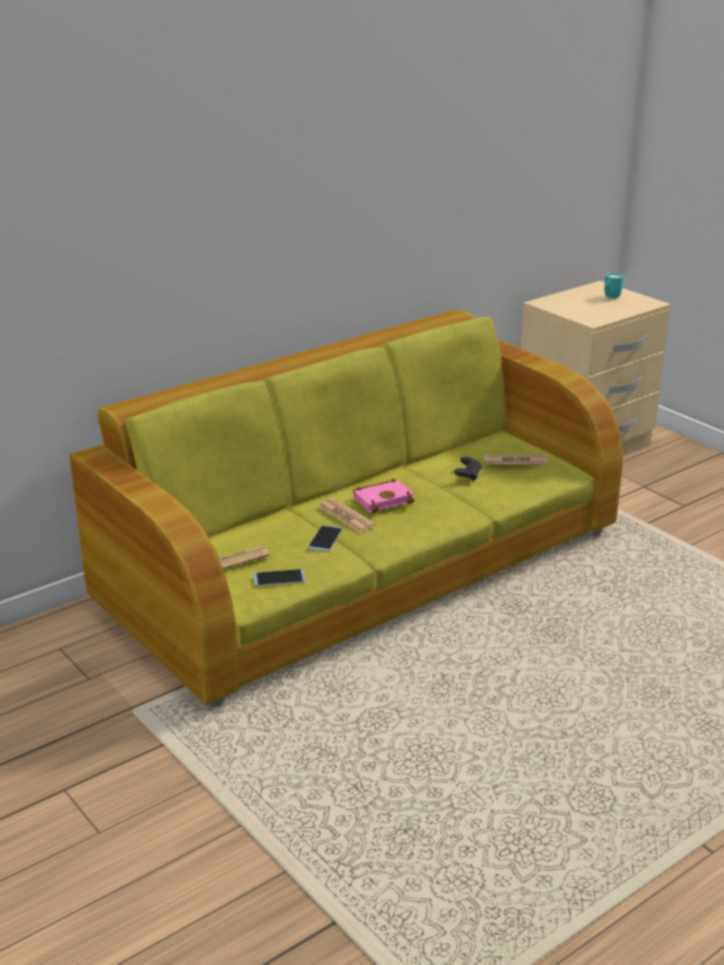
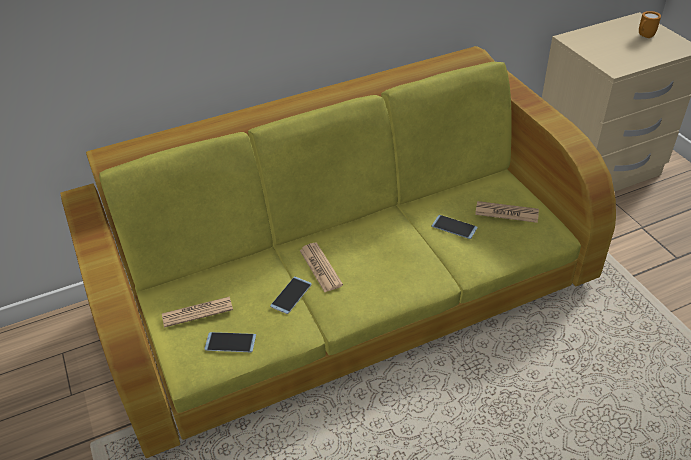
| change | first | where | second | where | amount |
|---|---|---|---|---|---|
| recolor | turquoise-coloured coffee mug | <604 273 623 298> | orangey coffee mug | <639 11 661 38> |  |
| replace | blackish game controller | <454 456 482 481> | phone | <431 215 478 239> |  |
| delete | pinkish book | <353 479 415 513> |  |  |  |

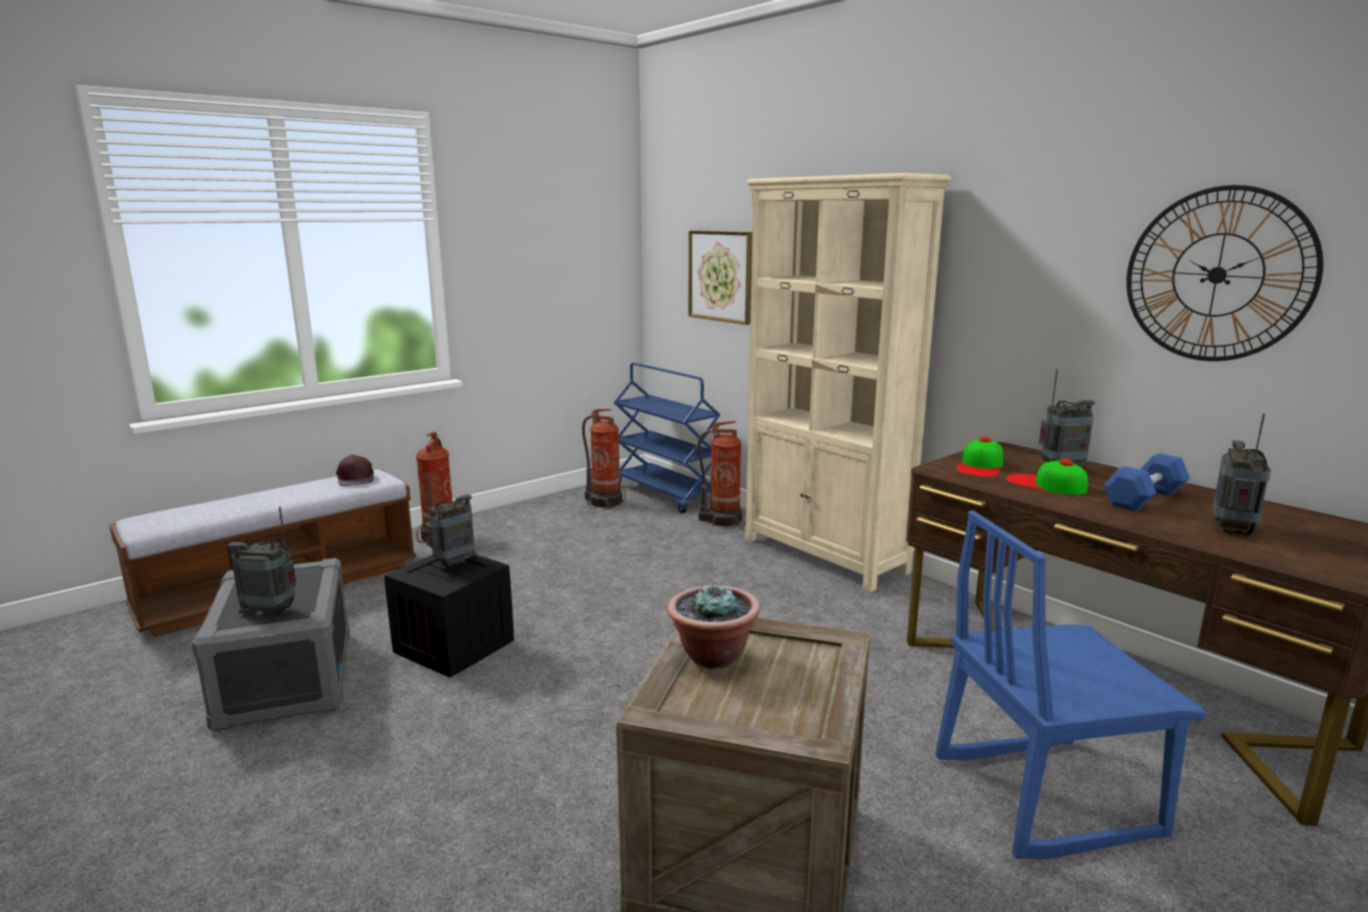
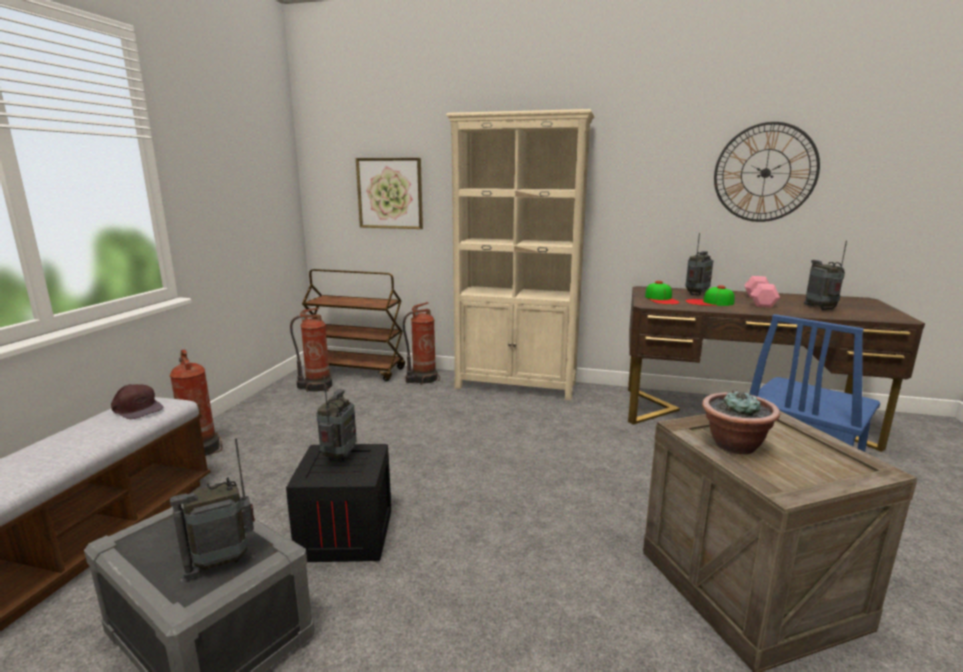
| change | first | where | second | where | amount |
|---|---|---|---|---|---|
| recolor | blue cart | <613 363 721 513> | brown cart | <302 269 405 381> |  |
| recolor | blue hand weight | <1104 453 1190 511> | pinkish hand weight | <744 276 780 308> |  |

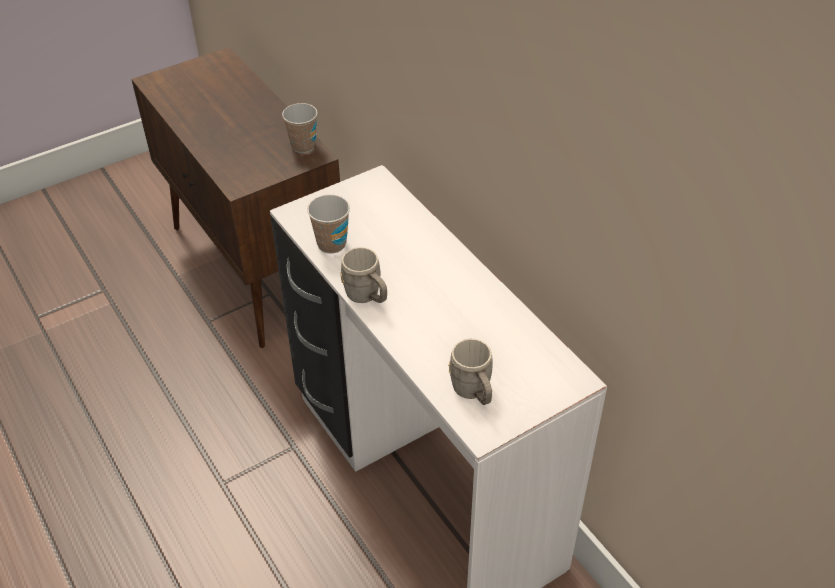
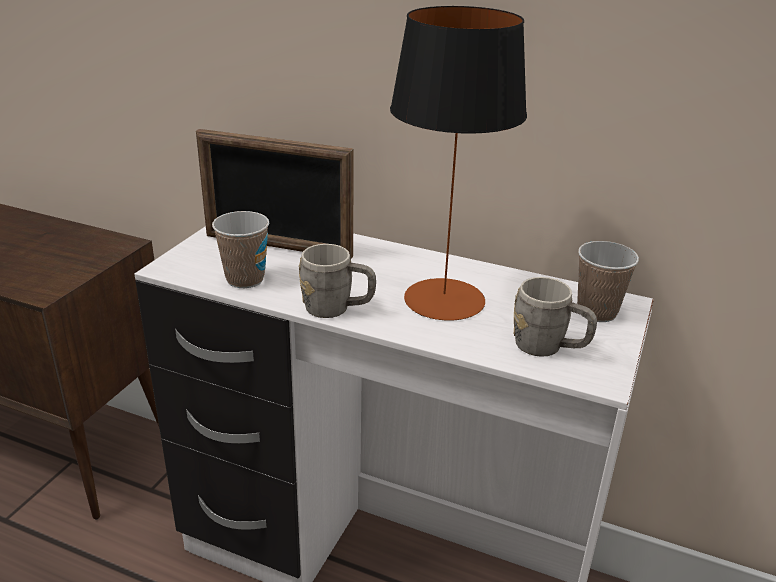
| change | first | where | second | where | amount |
|---|---|---|---|---|---|
| move | small cup | <282 103 318 153> |  | <577 241 639 322> |  |
| insert |  |  | tabletop lamp | <390 6 527 321> |  |
| insert |  |  | standing frame | <196 129 354 259> |  |

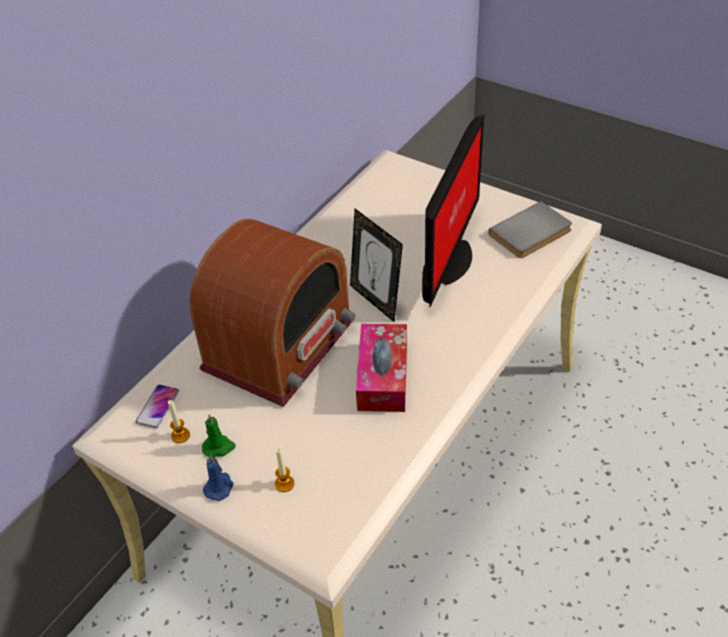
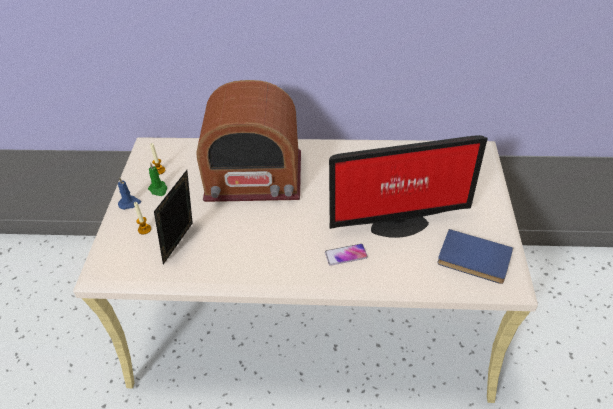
| change | first | where | second | where | amount |
|---|---|---|---|---|---|
| recolor | greyish book | <488 201 572 258> | blue book | <437 229 513 284> |  |
| move | standing frame | <350 209 403 323> |  | <154 170 193 264> |  |
| delete | tissue holder | <356 324 407 412> |  |  |  |
| move | phone | <136 385 179 429> |  | <325 244 368 266> |  |

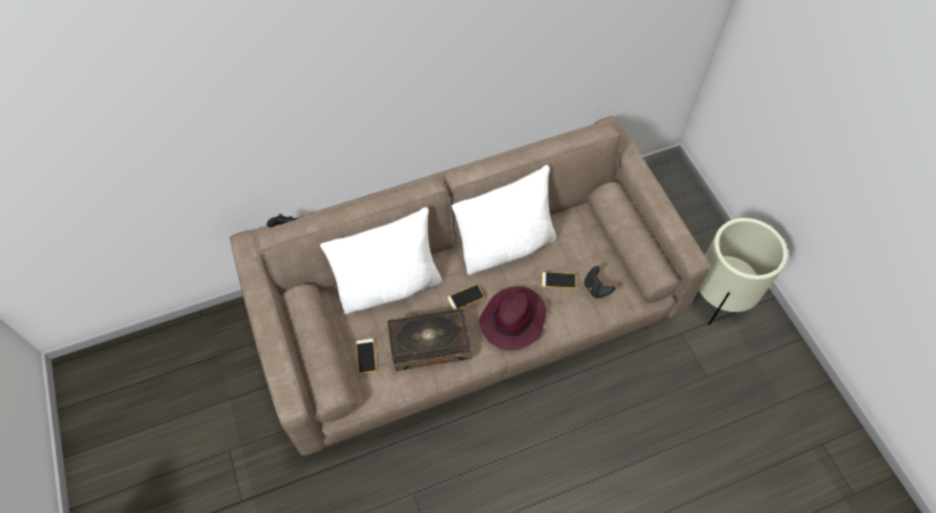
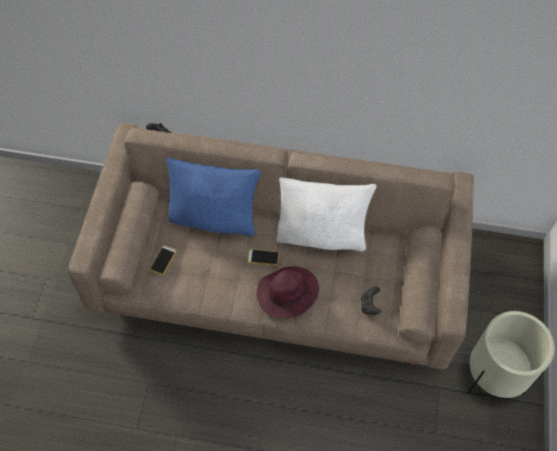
| change | first | where | second | where | amount |
|---|---|---|---|---|---|
| recolor | whitish pillow | <320 207 442 314> | blue pillow | <166 158 261 237> |  |
| delete | phone | <542 272 576 289> |  |  |  |
| delete | book | <388 309 472 372> |  |  |  |

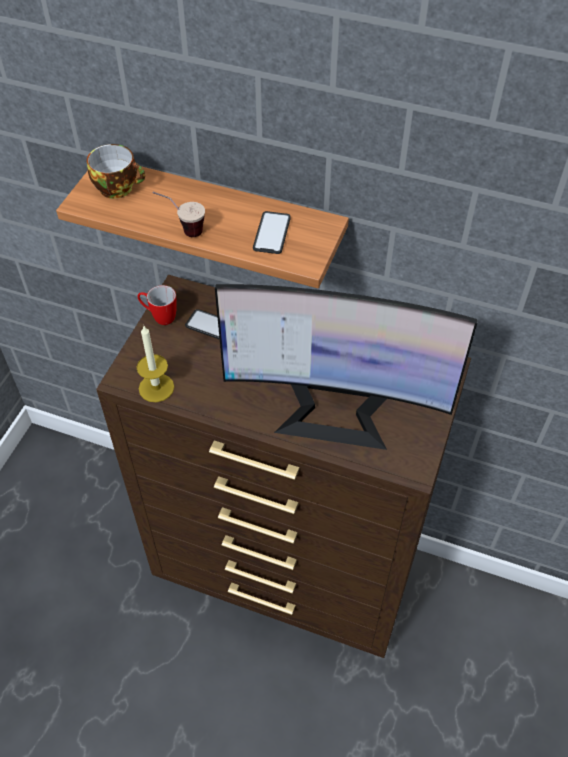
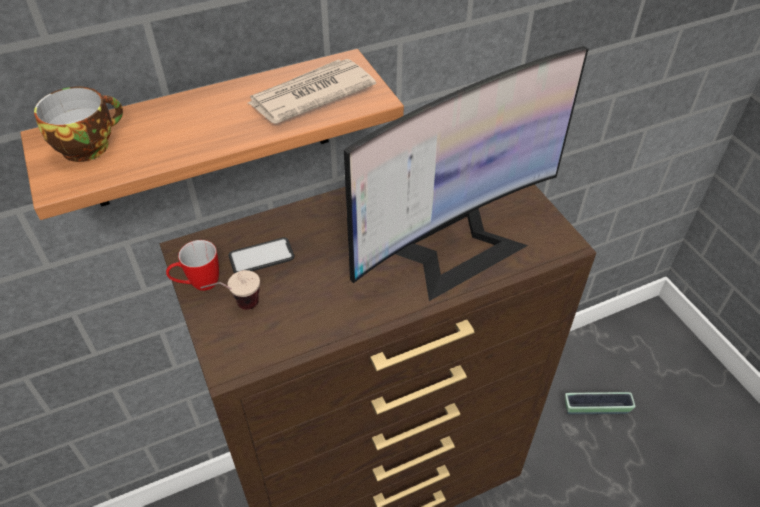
| change | first | where | second | where | amount |
|---|---|---|---|---|---|
| move | small cup | <153 192 205 237> |  | <200 270 260 310> |  |
| replace | phone | <253 211 291 254> | newspaper | <248 59 376 124> |  |
| delete | wax candle | <136 326 174 402> |  |  |  |
| insert |  |  | plant pot | <565 392 635 414> |  |

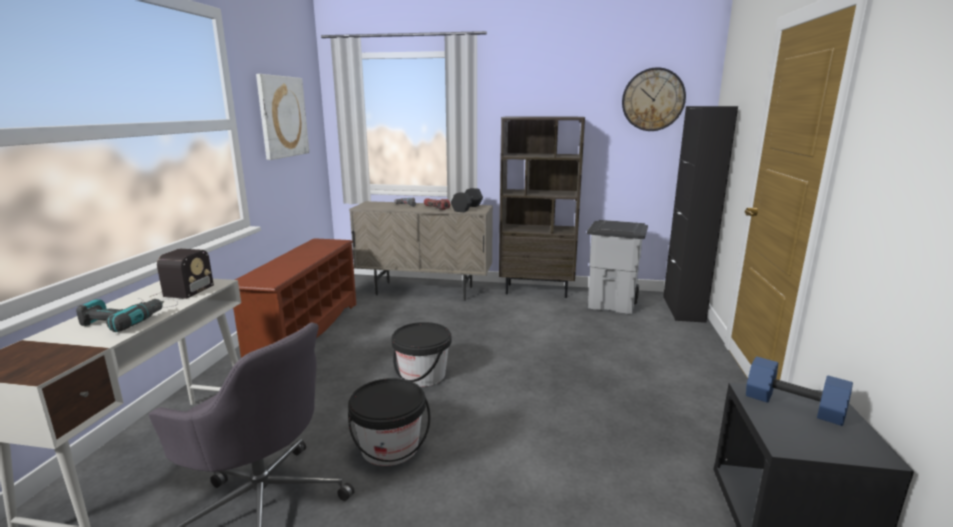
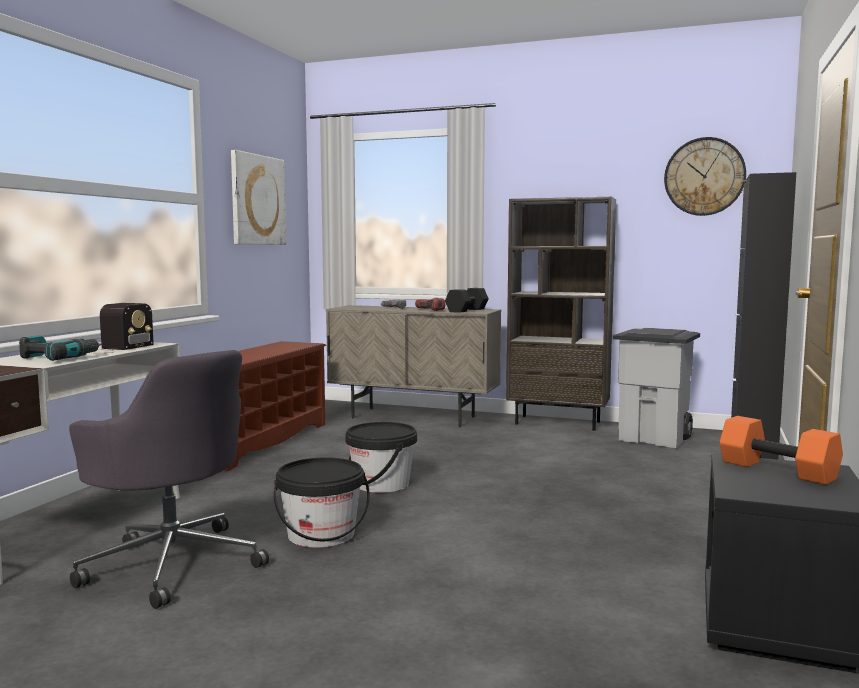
| change | first | where | second | where | amount |
|---|---|---|---|---|---|
| recolor | blue hand weight | <746 356 853 426> | orangey hand weight | <719 416 843 485> |  |

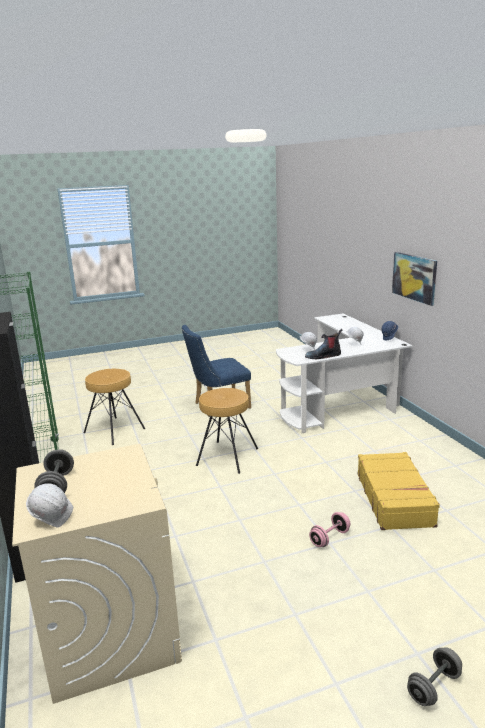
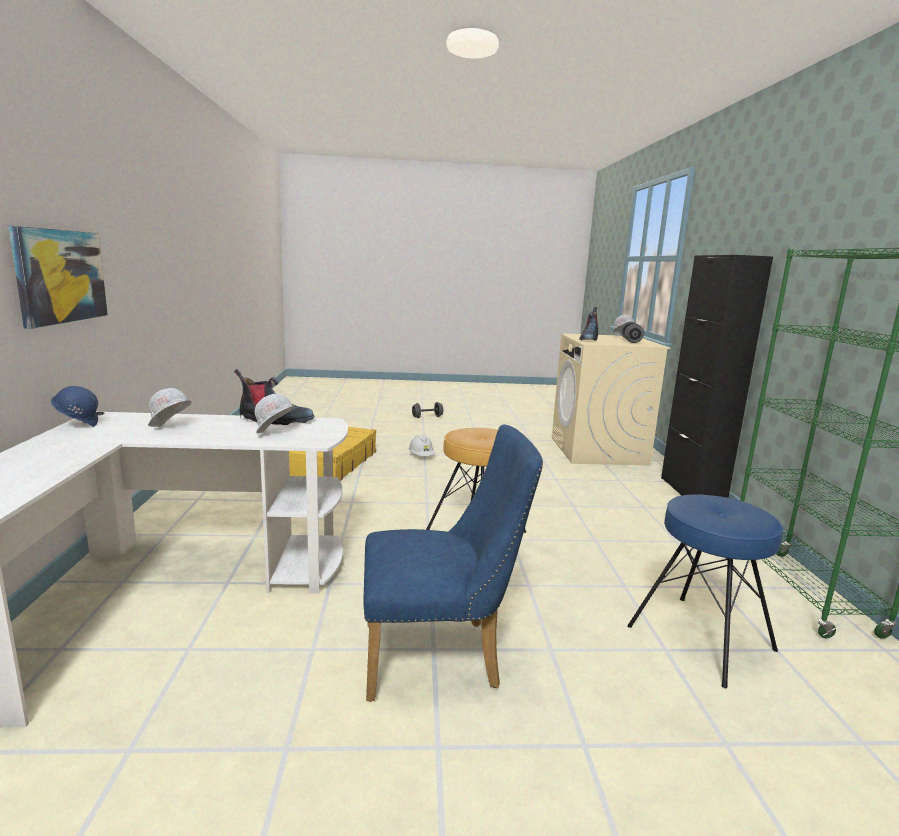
| change | first | where | second | where | amount |
|---|---|---|---|---|---|
| recolor | brown sitting stool | <84 369 145 445> | blue sitting stool | <627 494 783 689> |  |
| replace | pinkish hand weight | <309 512 350 547> | whitish work helmet | <409 435 435 456> |  |
| insert |  |  | tall boot | <579 307 598 341> |  |

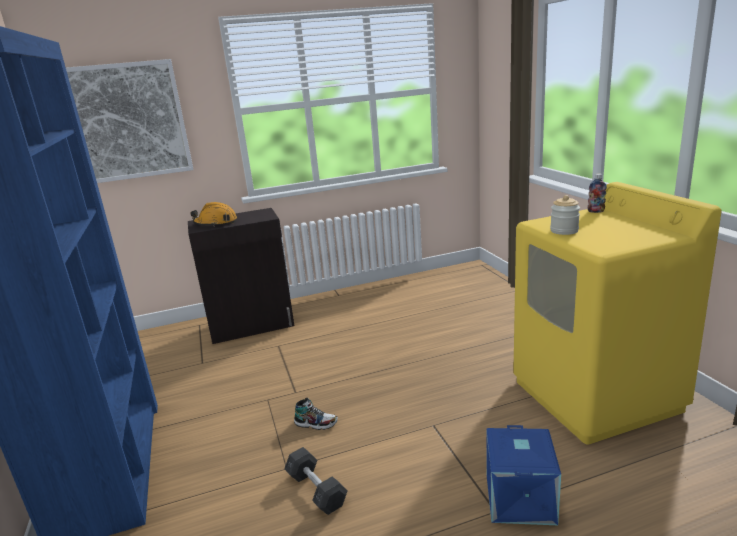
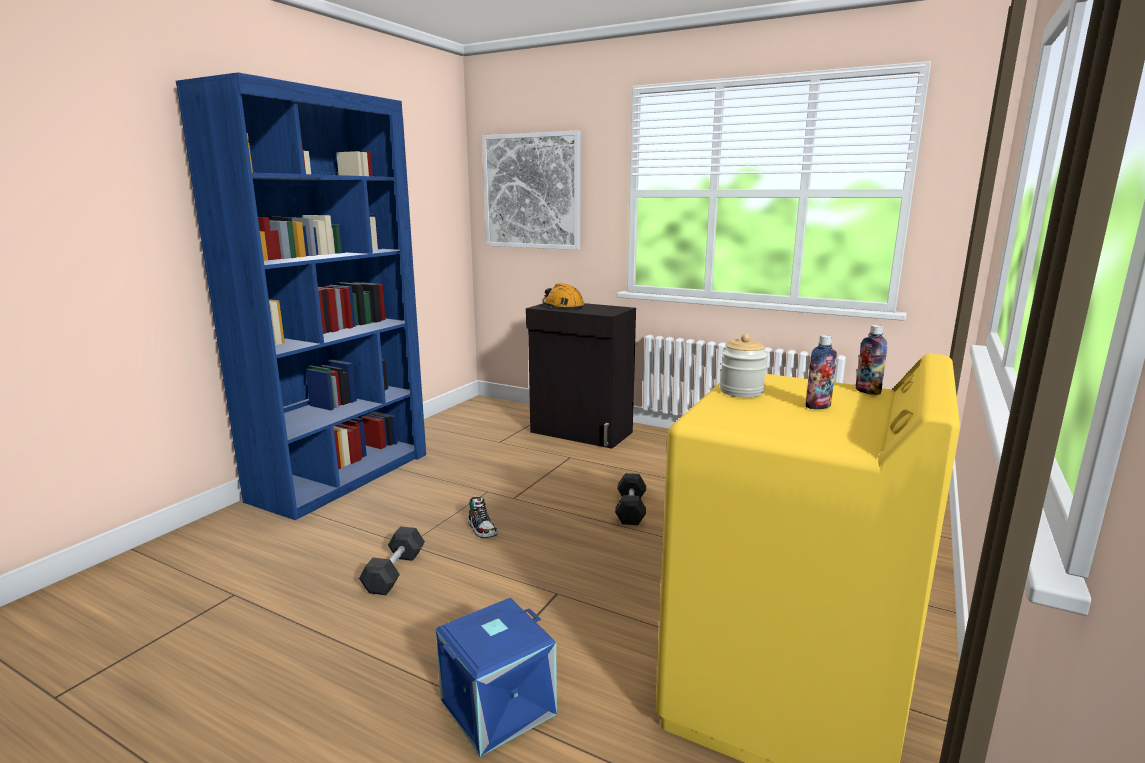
| change | first | where | second | where | amount |
|---|---|---|---|---|---|
| insert |  |  | bottle | <805 335 837 409> |  |
| insert |  |  | greyish hand weight | <615 473 646 525> |  |

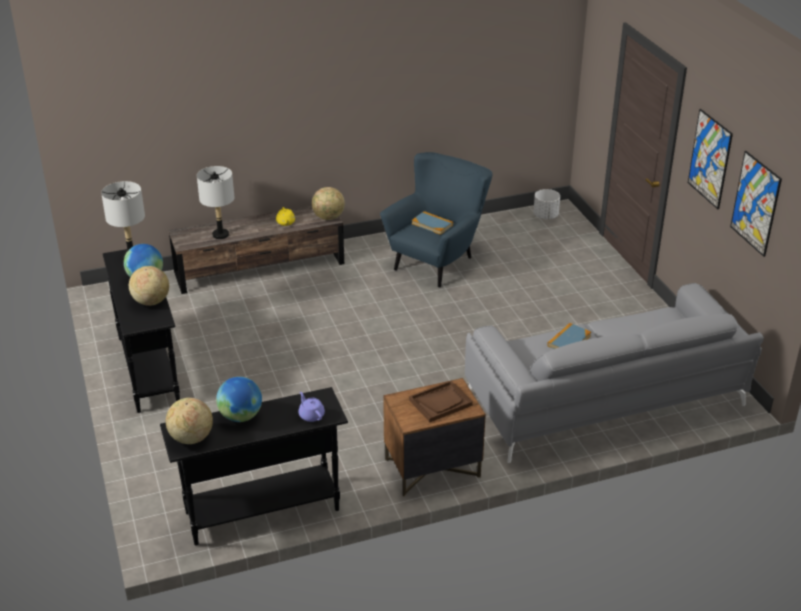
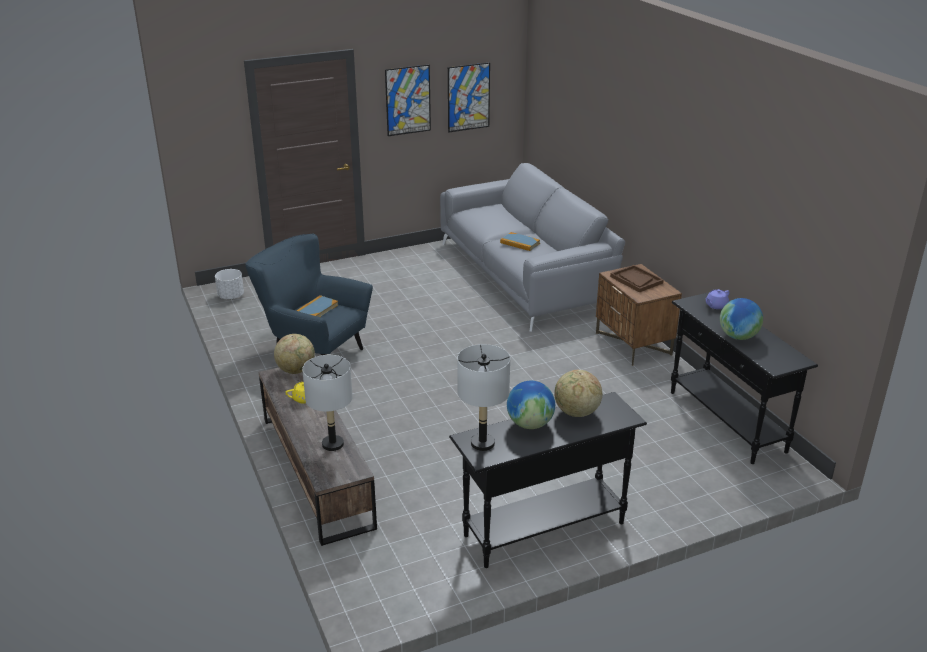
| change | first | where | second | where | amount |
|---|---|---|---|---|---|
| delete | globe | <166 398 213 444> |  |  |  |

